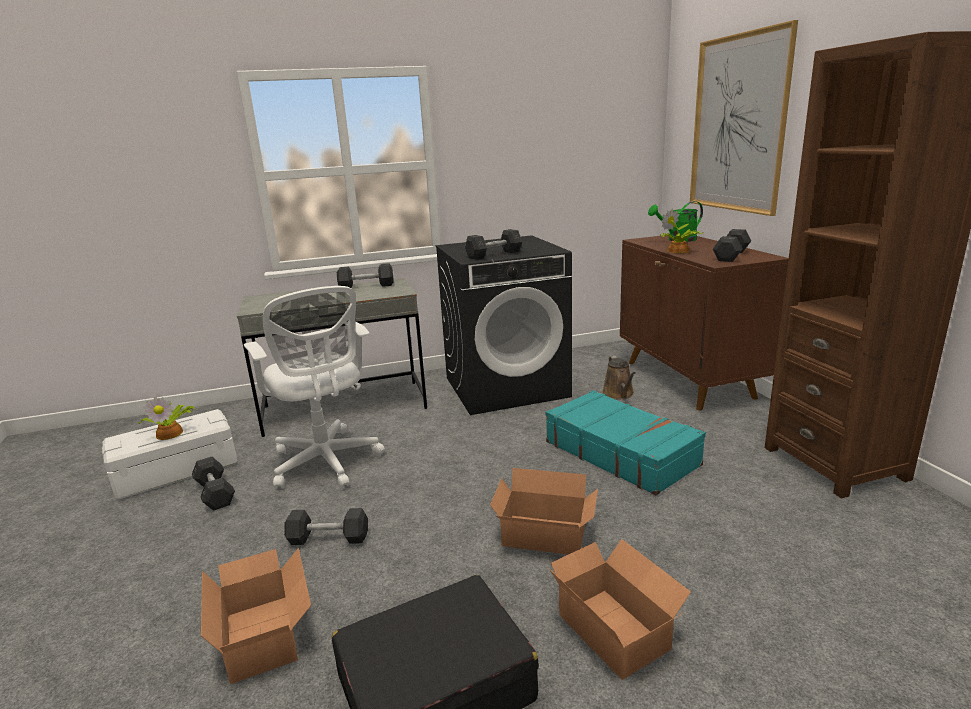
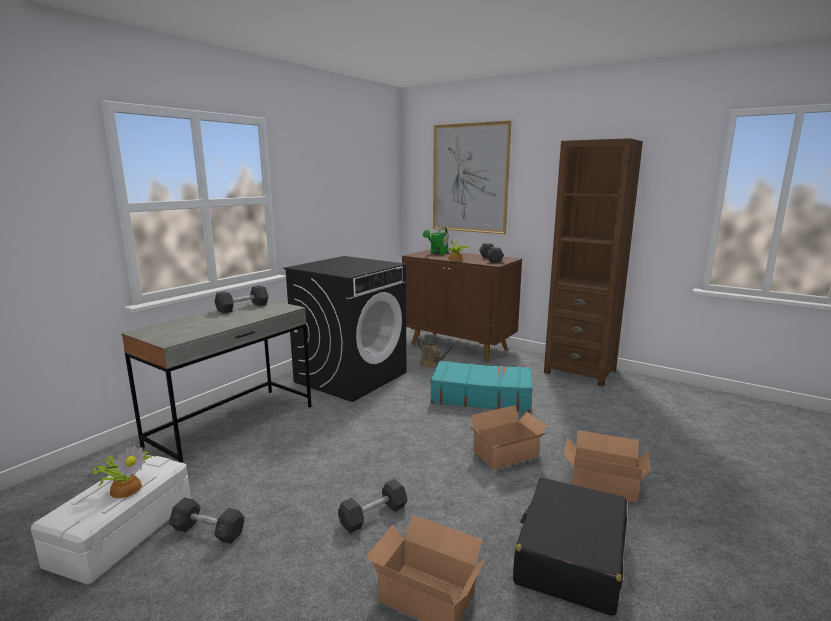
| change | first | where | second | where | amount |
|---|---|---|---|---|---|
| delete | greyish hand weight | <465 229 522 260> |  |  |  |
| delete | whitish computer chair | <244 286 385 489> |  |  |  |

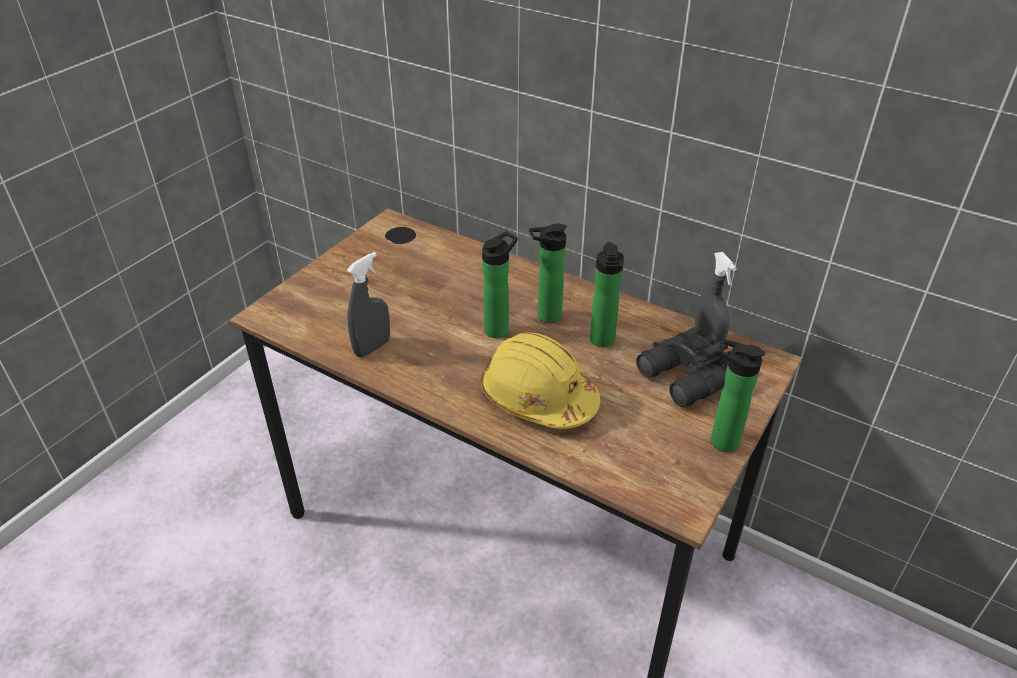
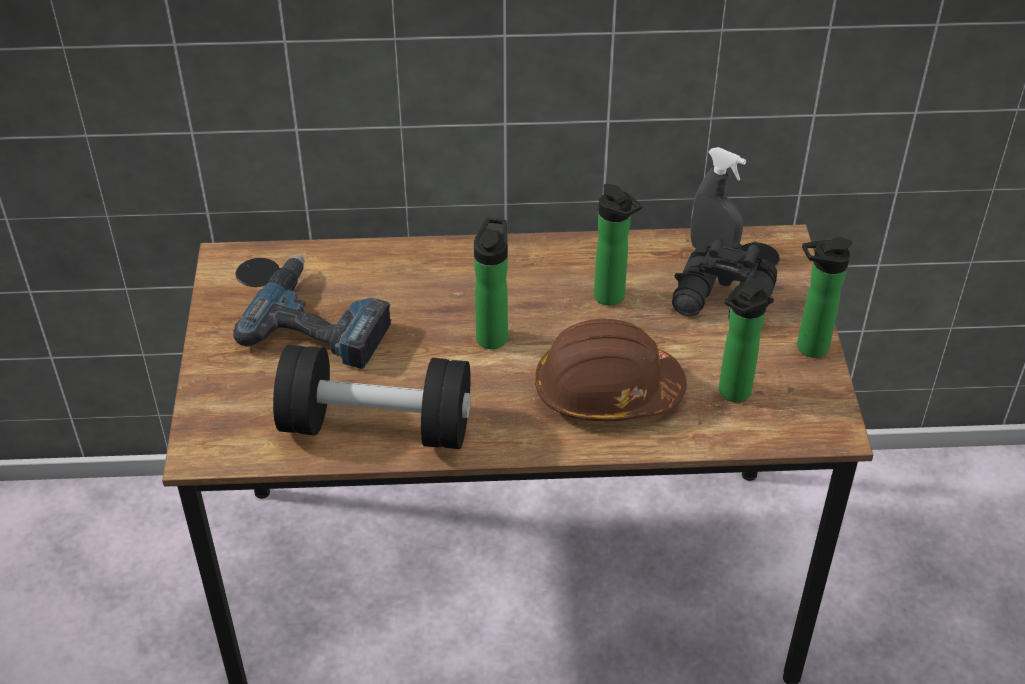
| change | first | where | second | where | amount |
|---|---|---|---|---|---|
| move | bottle | <529 223 567 323> |  | <719 278 768 402> |  |
| replace | greyish spray bottle | <347 252 390 357> | blackish hand weight | <273 345 471 449> |  |
| recolor | yellow work helmet | <481 332 600 429> | brown work helmet | <535 319 687 421> |  |
| insert |  |  | power drill | <233 255 392 369> |  |

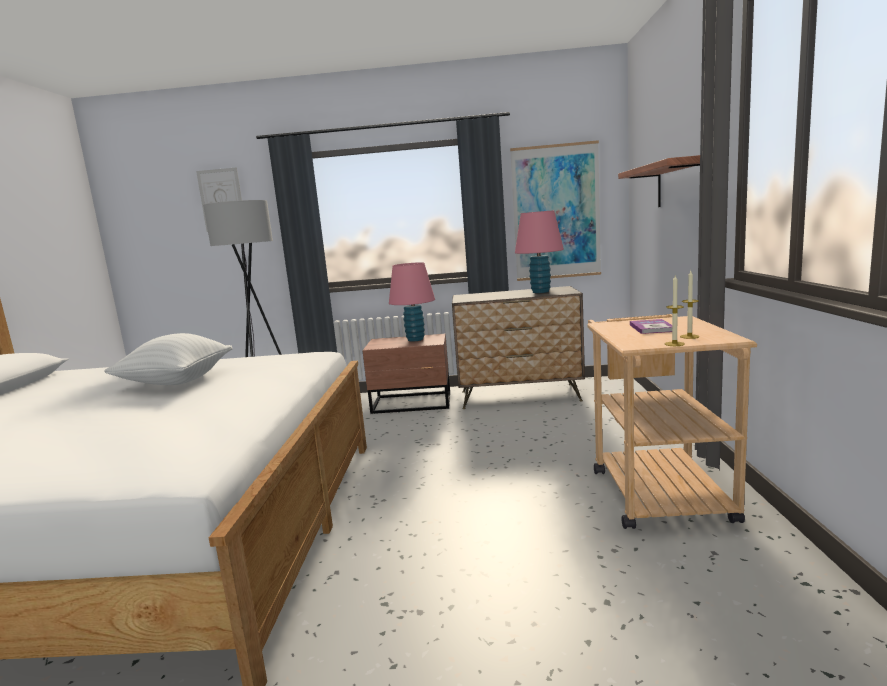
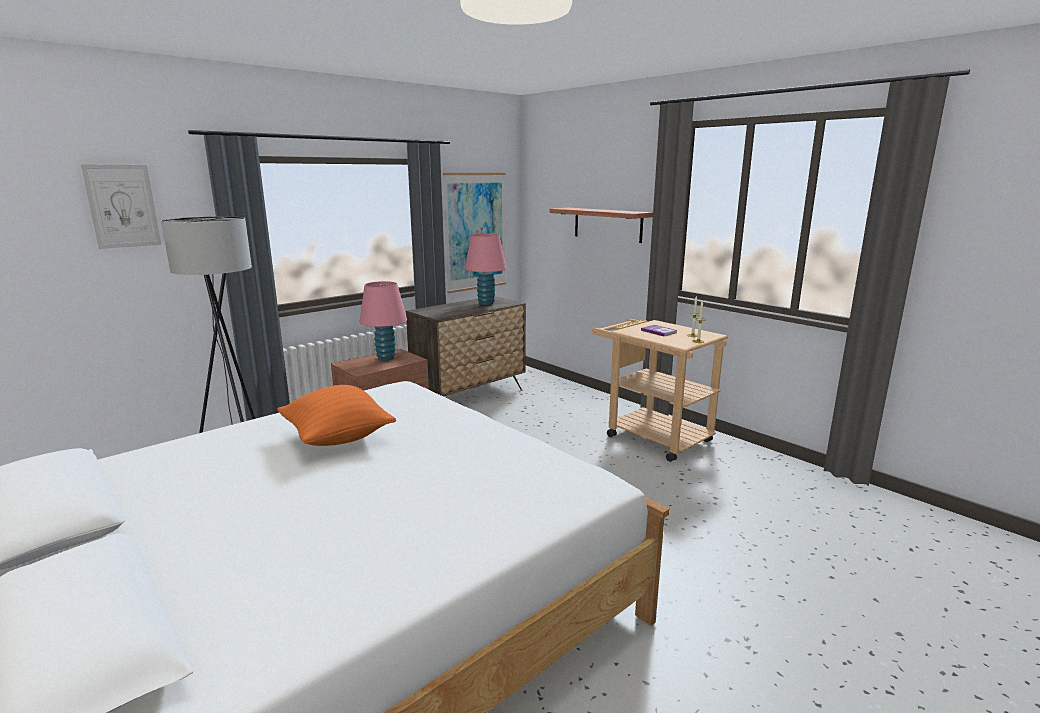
| change | first | where | second | where | amount |
|---|---|---|---|---|---|
| recolor | whitish pillow | <104 333 233 385> | orangey pillow | <278 385 396 446> |  |

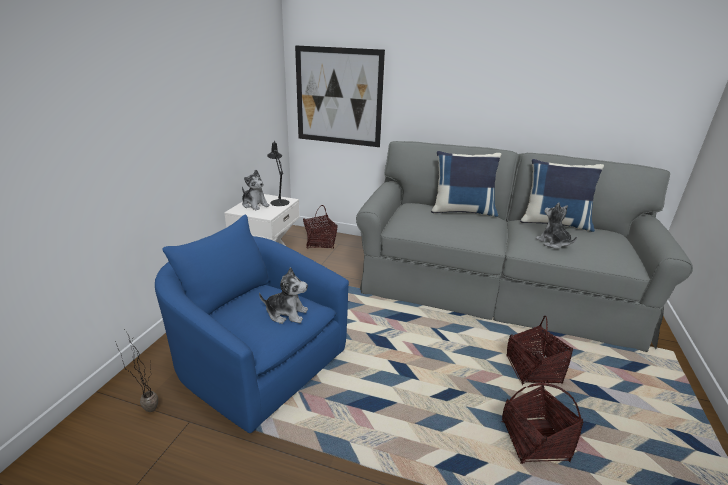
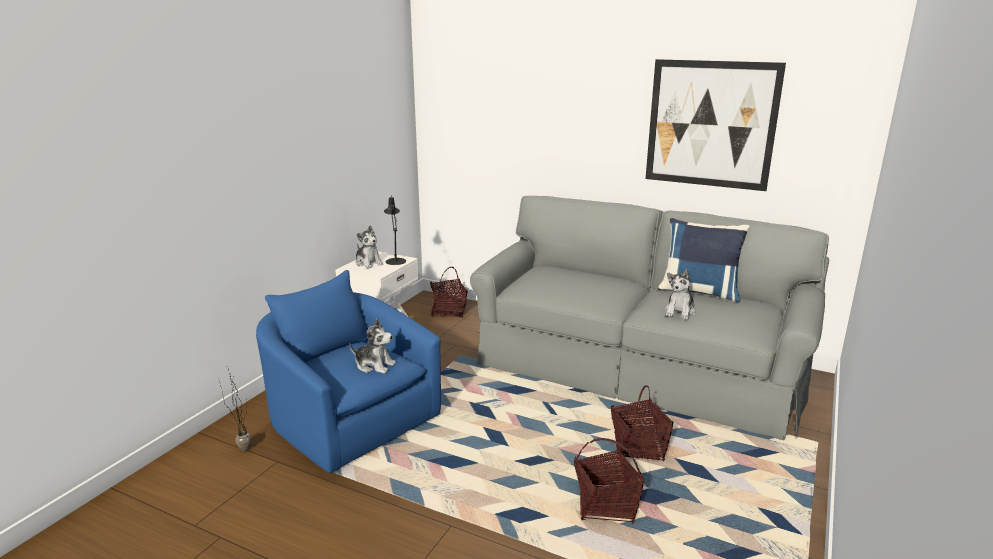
| change | first | where | second | where | amount |
|---|---|---|---|---|---|
| move | wall art | <295 45 385 147> |  | <646 59 786 191> |  |
| delete | blue pillow | <431 151 501 217> |  |  |  |
| rotate | plush toy | <536 202 577 249> |  | <665 269 695 319> | 135 degrees counterclockwise |

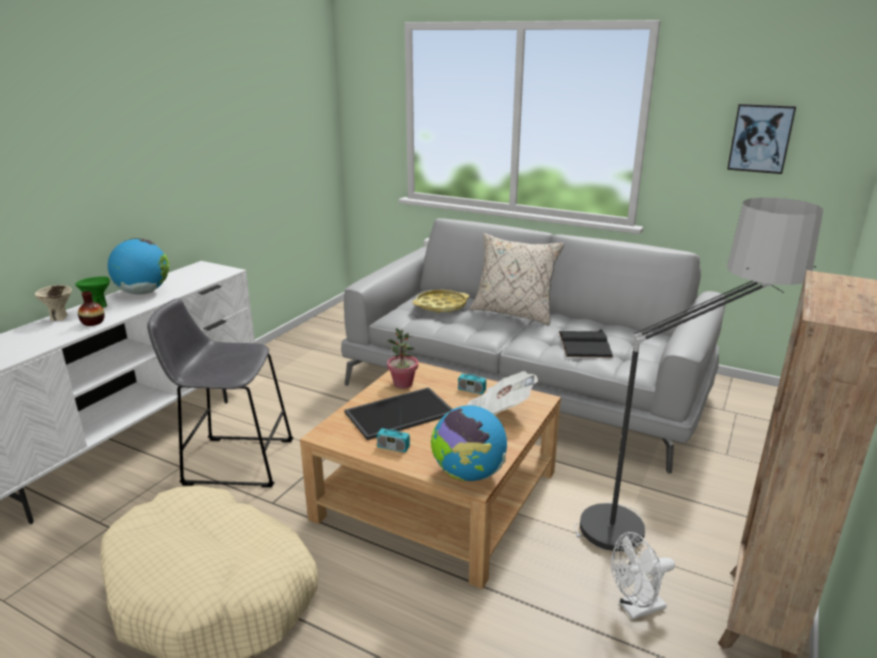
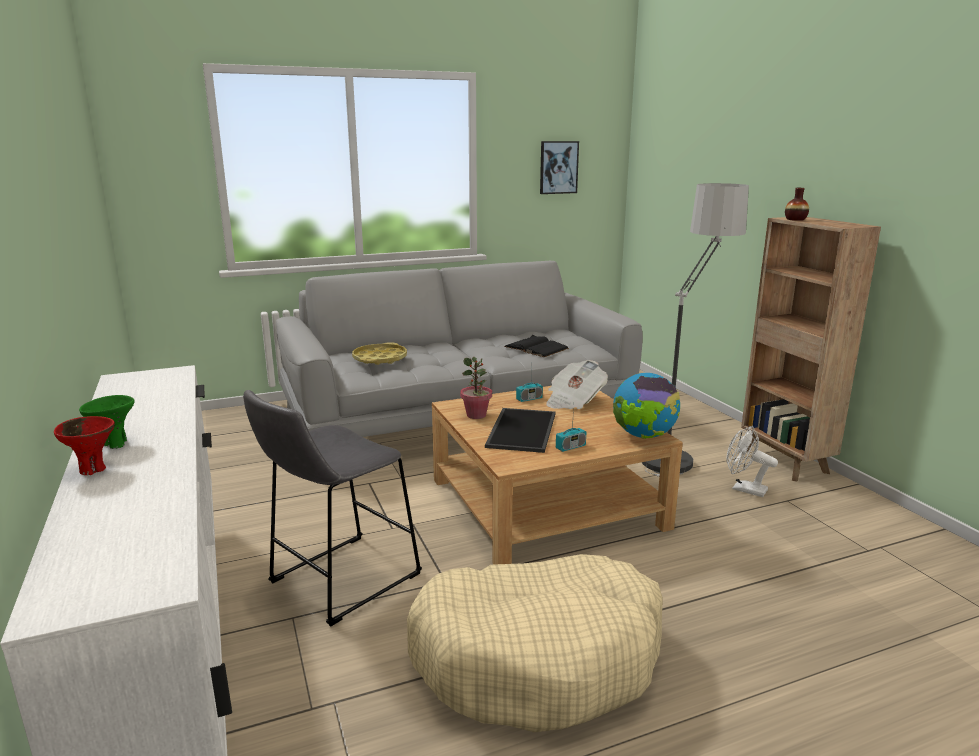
| change | first | where | second | where | amount |
|---|---|---|---|---|---|
| delete | beige-coloured pillow | <470 233 564 326> |  |  |  |
| delete | globe | <108 238 169 295> |  |  |  |
| recolor | beige-coloured deep dish | <35 285 72 321> | red-coloured deep dish | <54 416 114 475> |  |
| move | decorative vase | <78 291 105 326> |  | <785 188 809 221> |  |
| rotate | whitish cooling fan | <611 532 675 620> |  | <726 426 778 497> | 105 degrees clockwise |

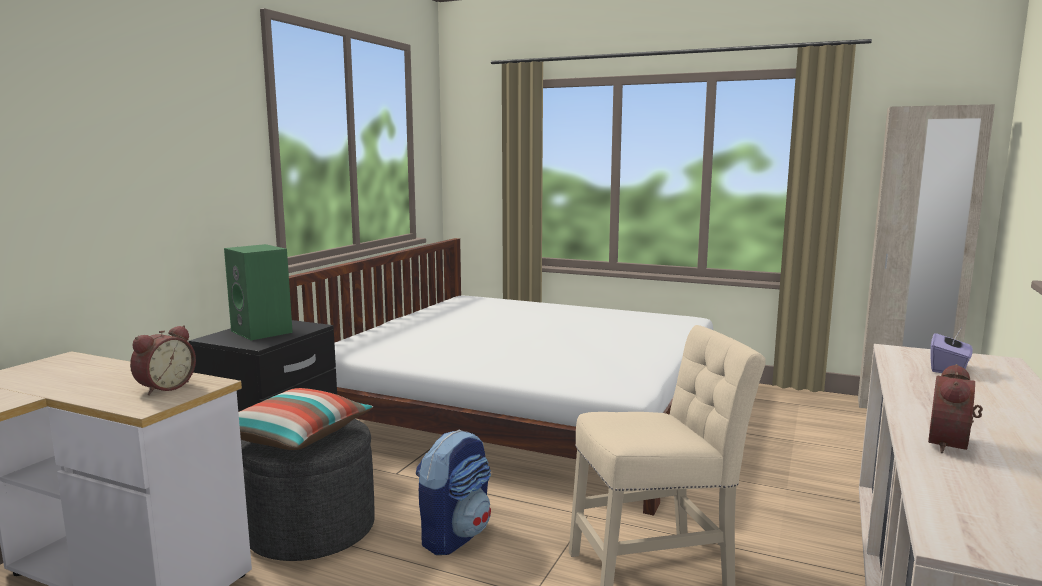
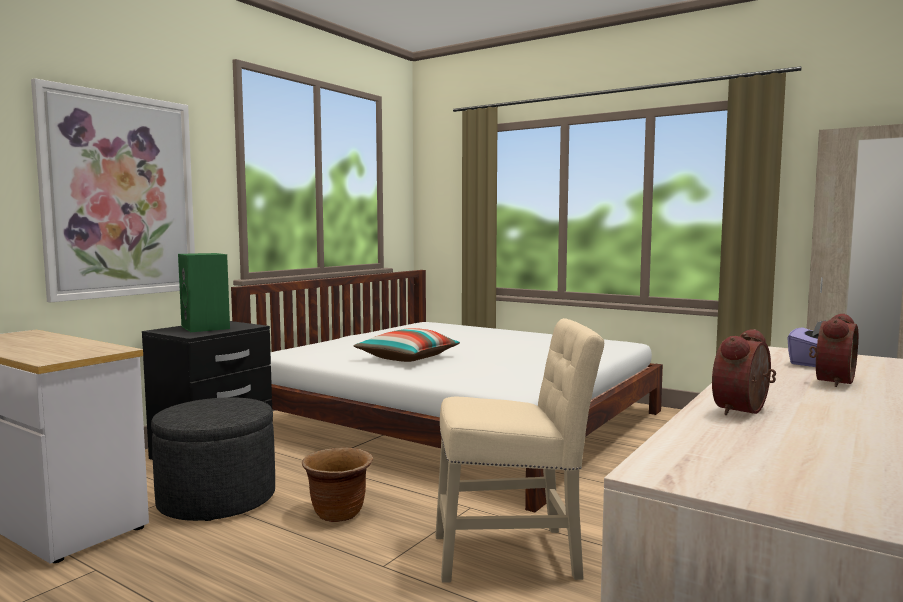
| change | first | where | second | where | amount |
|---|---|---|---|---|---|
| move | table clock | <130 325 196 395> |  | <809 313 858 387> |  |
| move | pillow | <238 388 373 450> |  | <353 328 460 362> |  |
| replace | backpack | <416 429 491 555> | brown plant pot | <302 448 373 522> |  |
| insert |  |  | wall art | <31 78 195 302> |  |

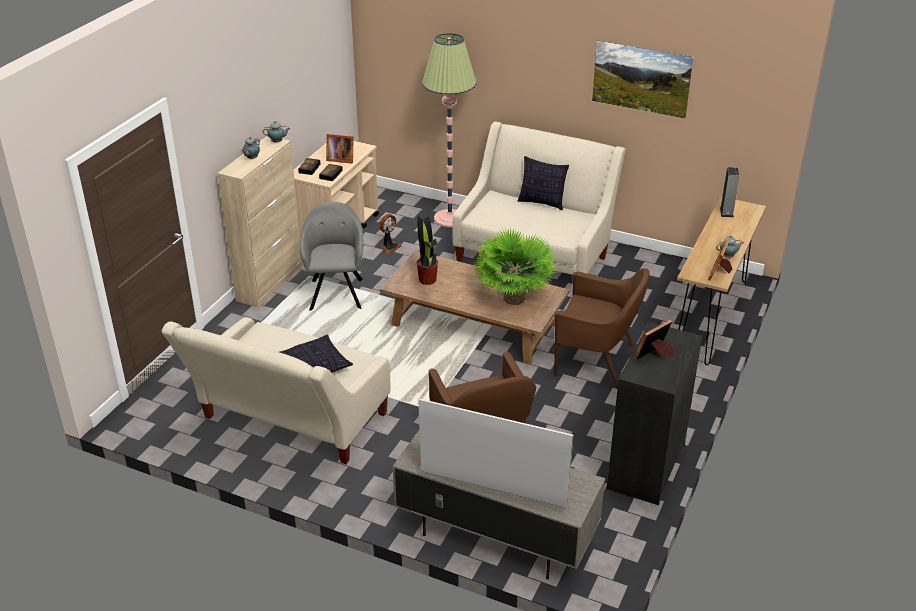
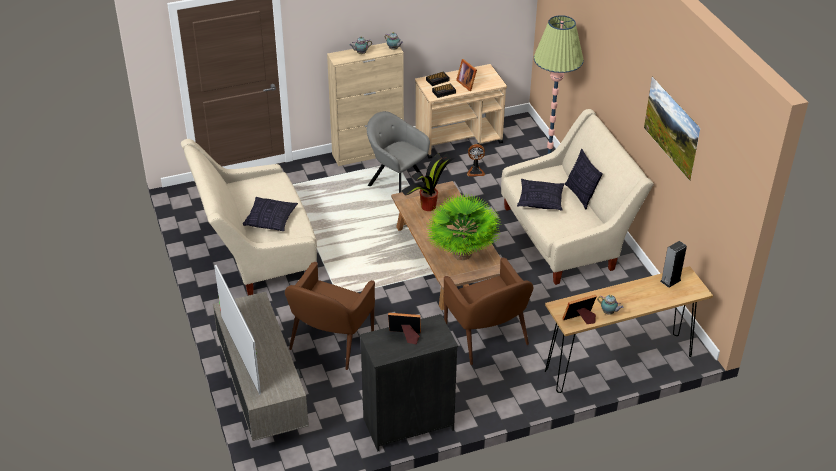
| change | first | where | second | where | amount |
|---|---|---|---|---|---|
| rotate | greyish easy chair | <300 202 363 311> |  | <367 111 430 193> | 90 degrees counterclockwise |
| insert |  |  | pillow | <517 179 565 211> |  |

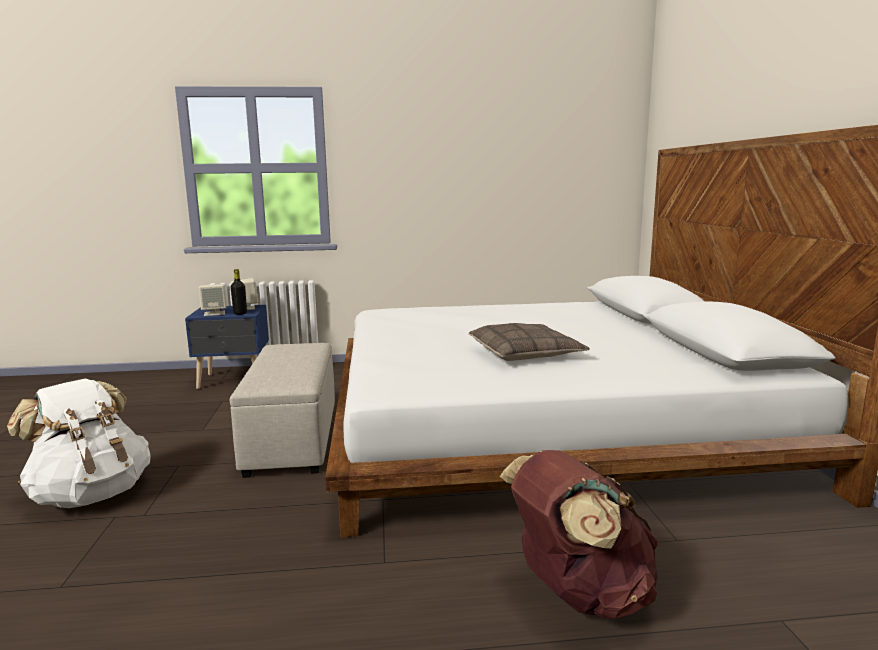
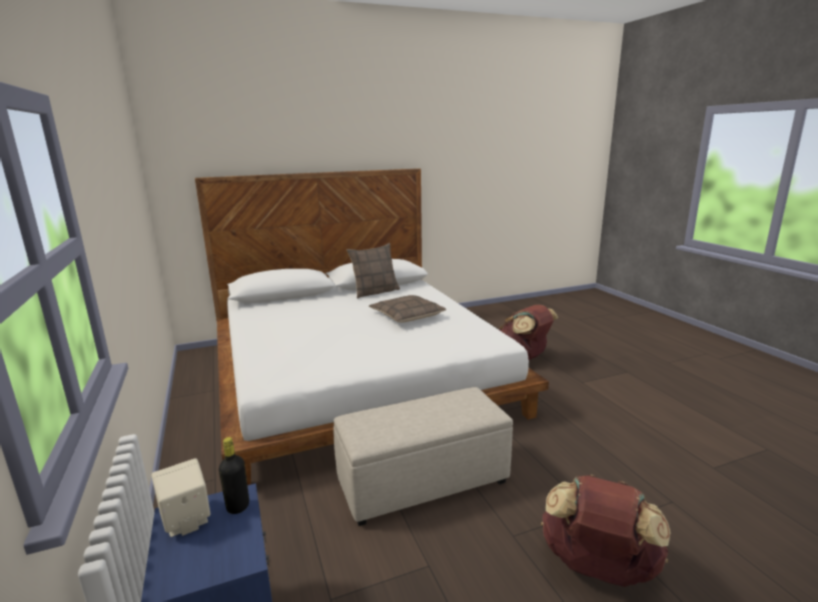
| change | first | where | second | where | amount |
|---|---|---|---|---|---|
| delete | beige-coloured speaker | <199 284 226 316> |  |  |  |
| recolor | whitish backpack | <7 379 151 508> | brown backpack | <541 474 670 587> |  |
| insert |  |  | pillow | <347 243 400 299> |  |

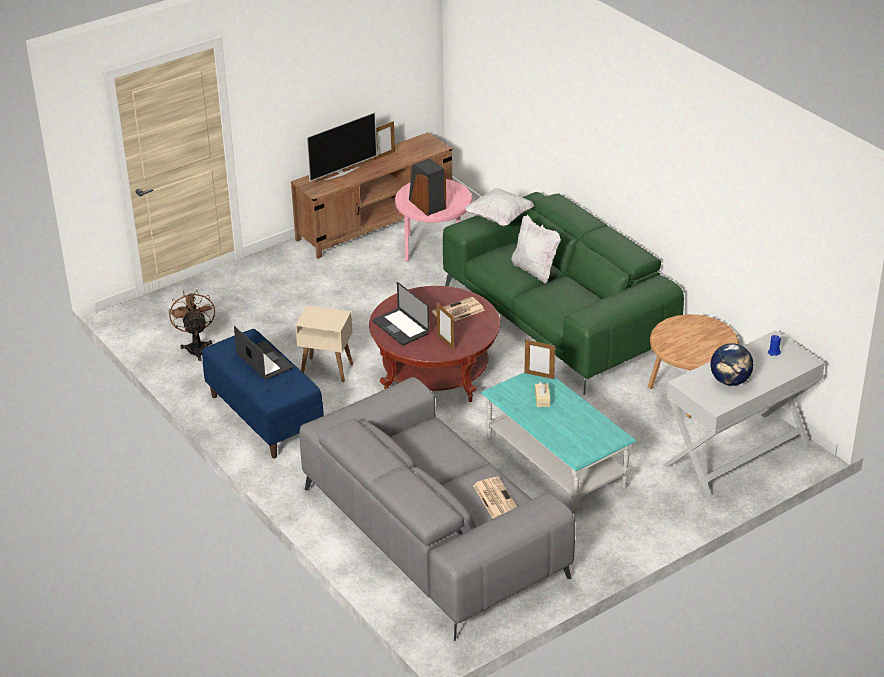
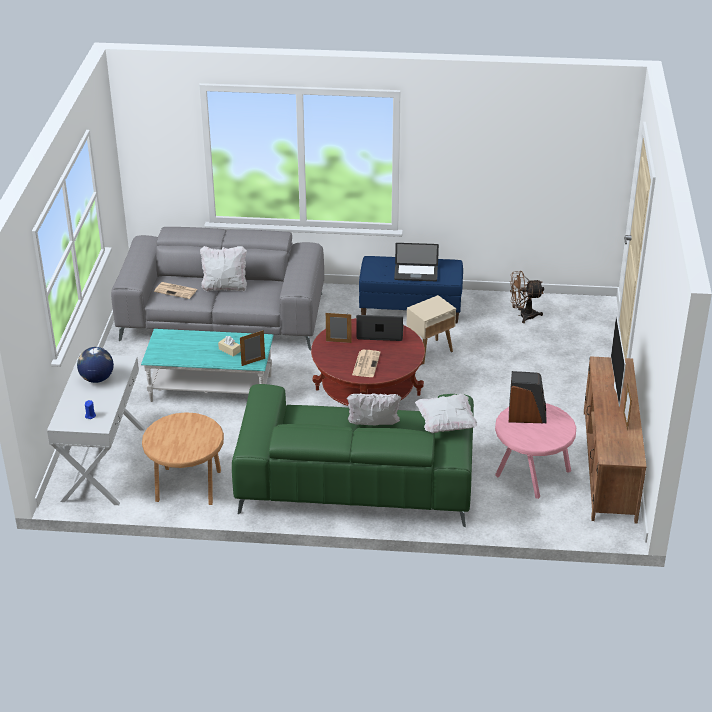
| change | first | where | second | where | amount |
|---|---|---|---|---|---|
| rotate | brown cooling fan | <168 290 215 361> |  | <510 271 544 323> | 150 degrees clockwise |
| insert |  |  | whitish pillow | <200 246 247 292> |  |

